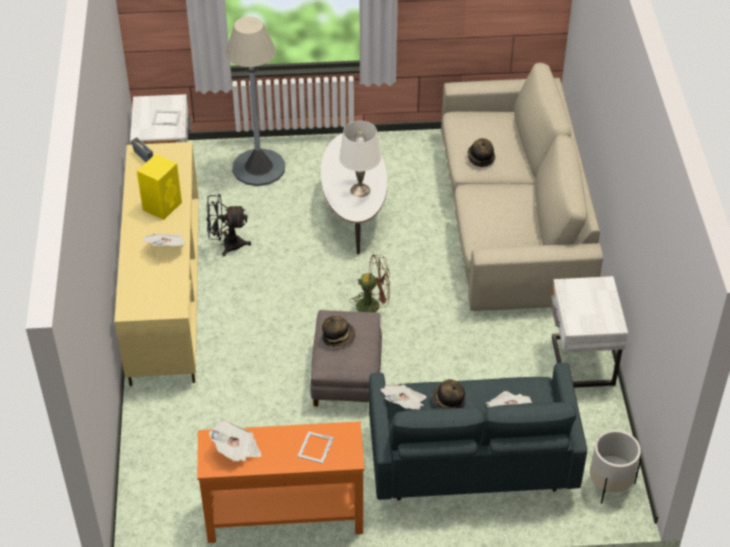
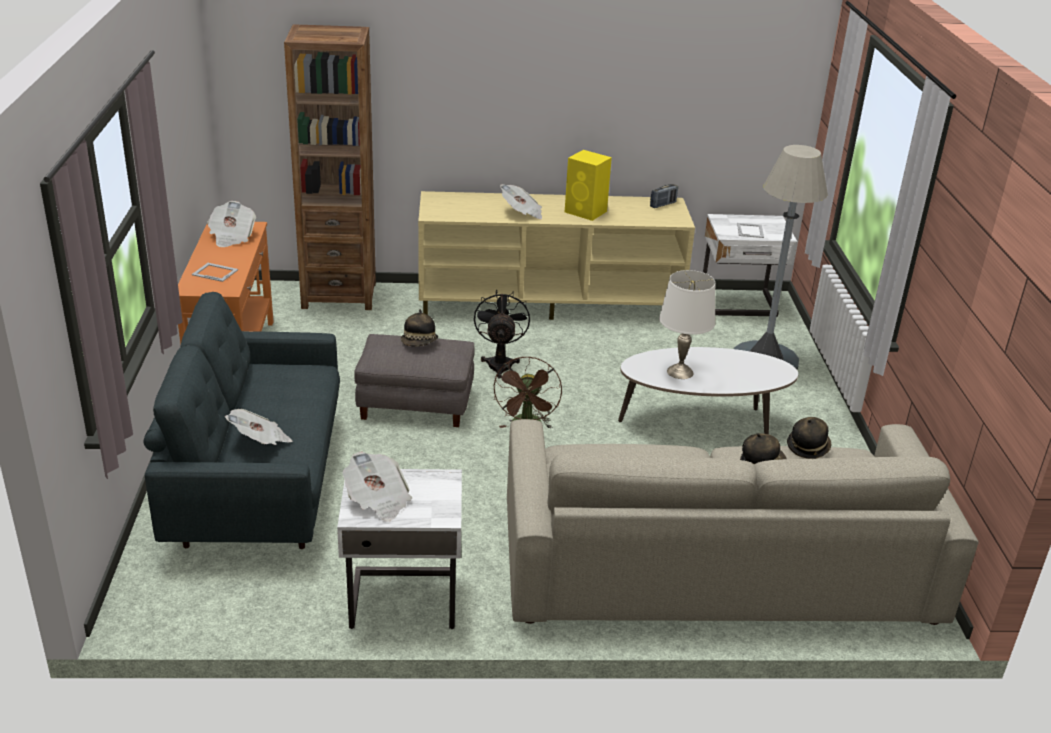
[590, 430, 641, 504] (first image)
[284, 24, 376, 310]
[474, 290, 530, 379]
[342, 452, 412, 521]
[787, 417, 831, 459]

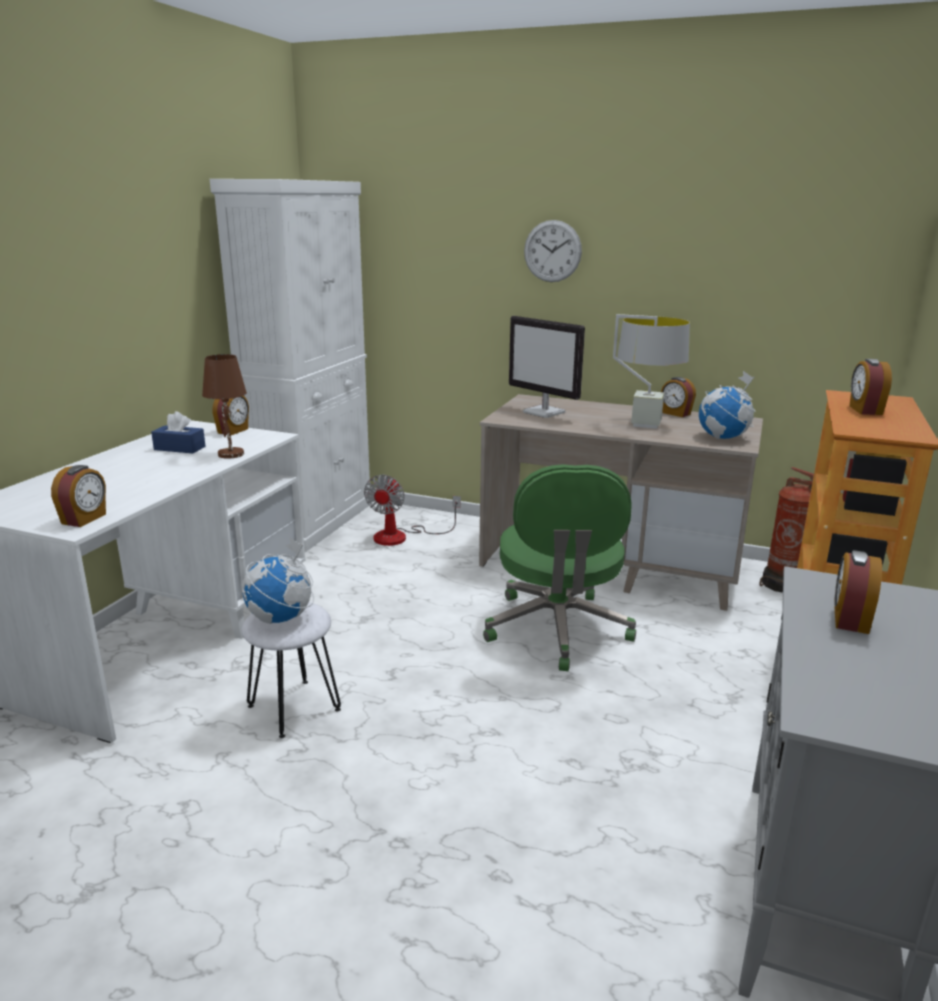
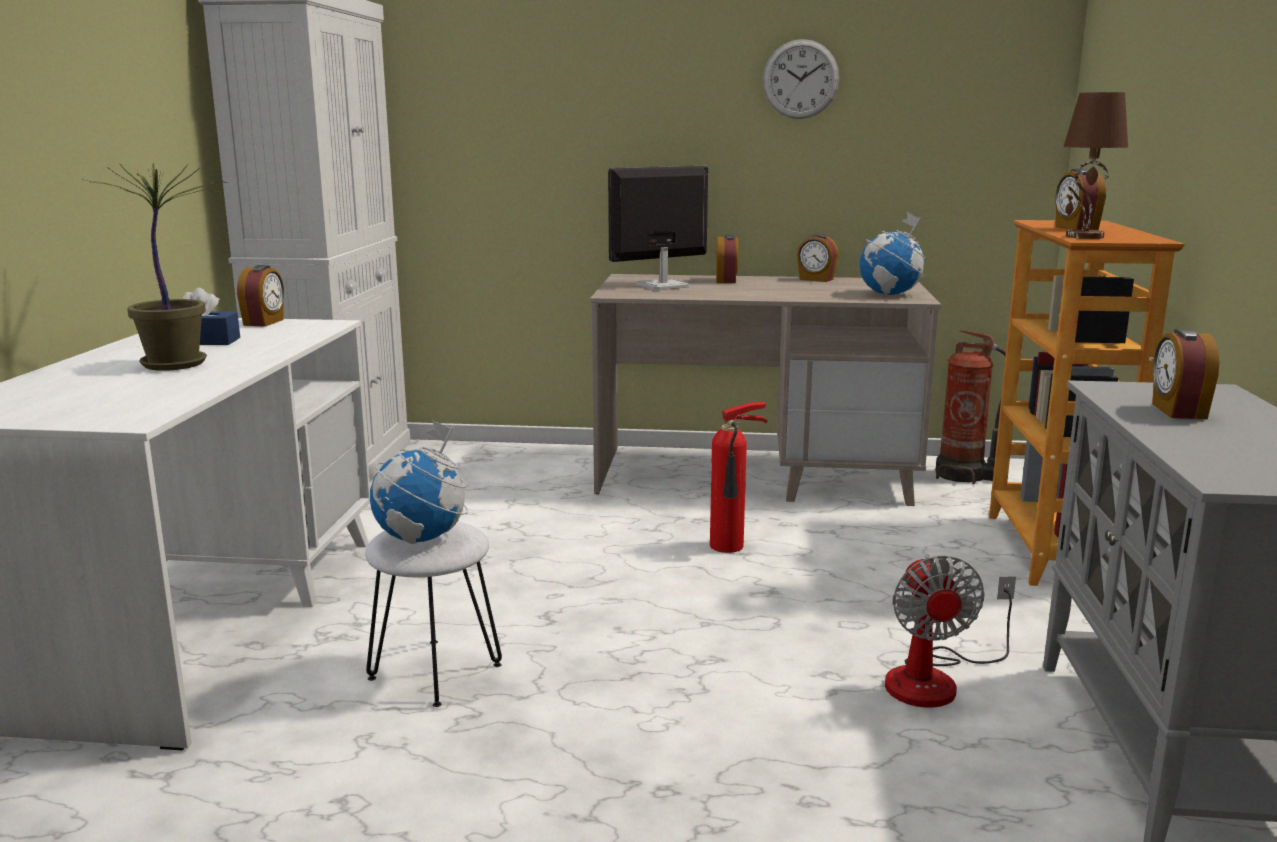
[613, 314, 690, 429] (first image)
[81, 163, 229, 371]
[716, 235, 739, 283]
[1064, 92, 1128, 239]
[885, 555, 1016, 708]
[763, 39, 839, 119]
[710, 402, 768, 553]
[608, 165, 708, 290]

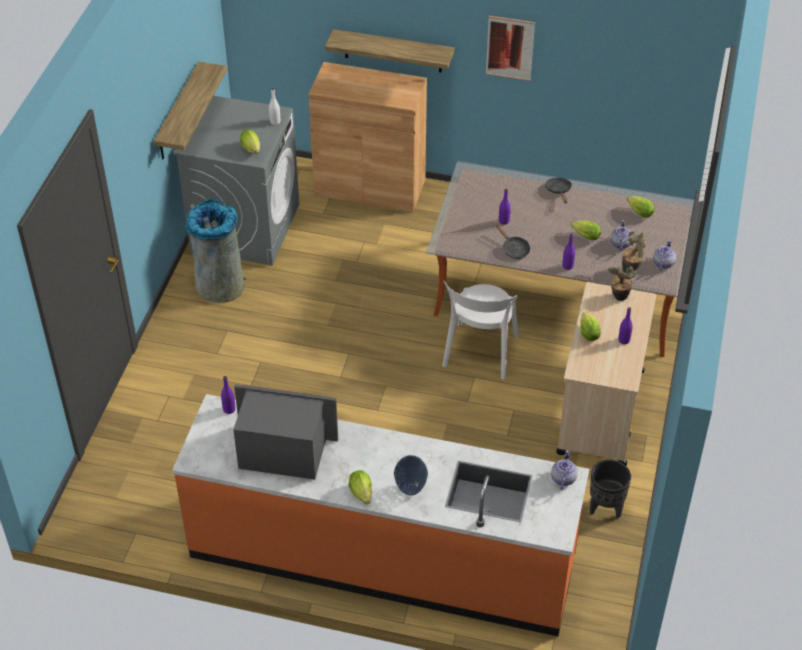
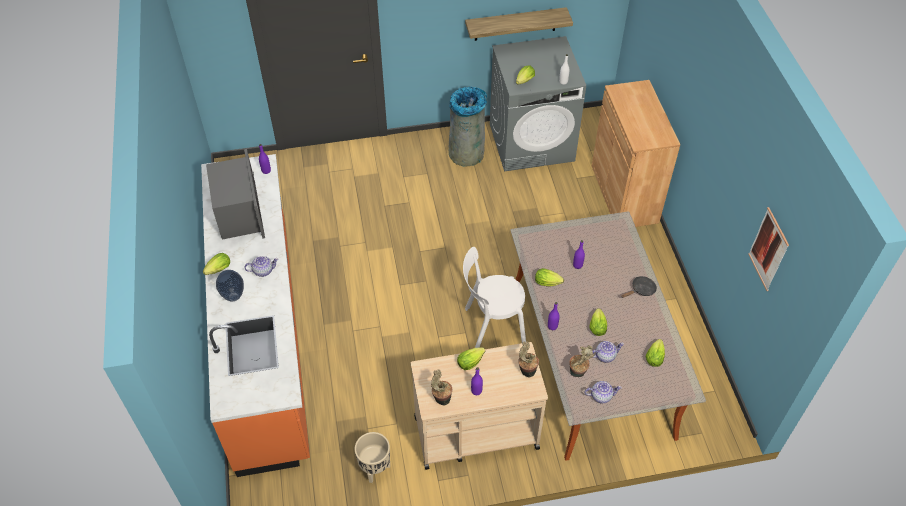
[325, 29, 454, 73] (first image)
[431, 369, 452, 406]
[749, 207, 789, 291]
[244, 256, 278, 277]
[535, 268, 564, 286]
[355, 432, 390, 483]

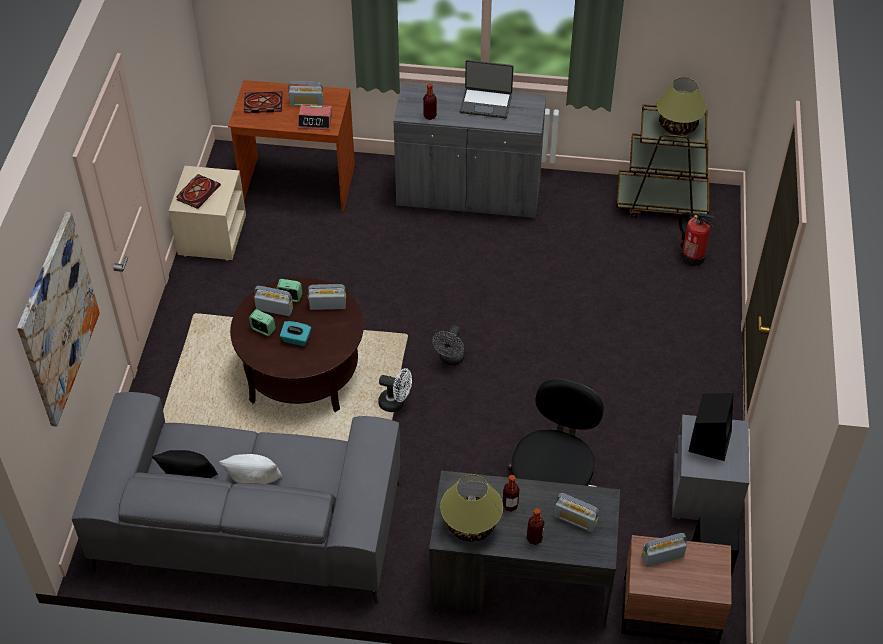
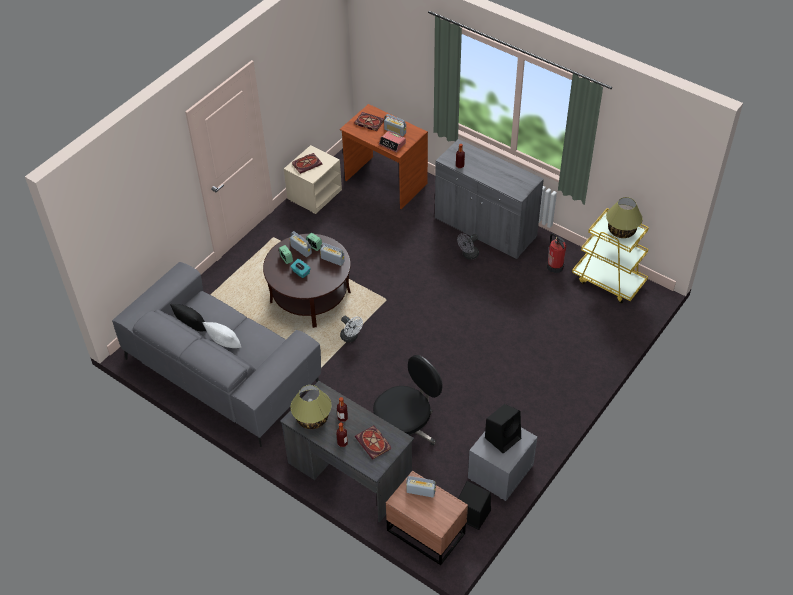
[17, 212, 100, 427] (first image)
[459, 60, 514, 118] (first image)
[457, 233, 479, 260]
[547, 233, 566, 273]
[355, 425, 391, 460]
[572, 208, 649, 304]

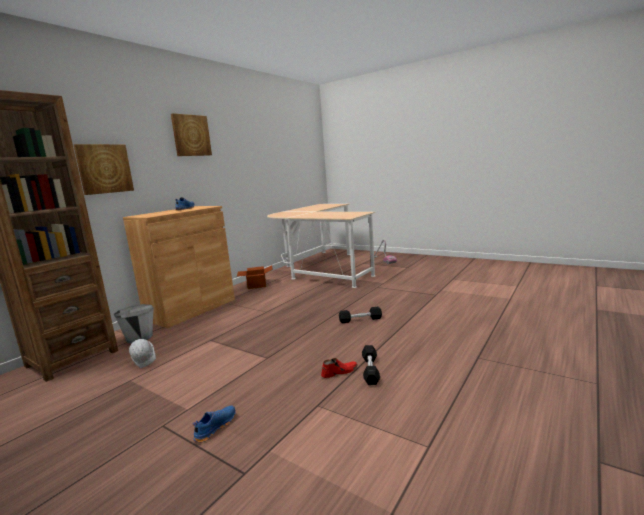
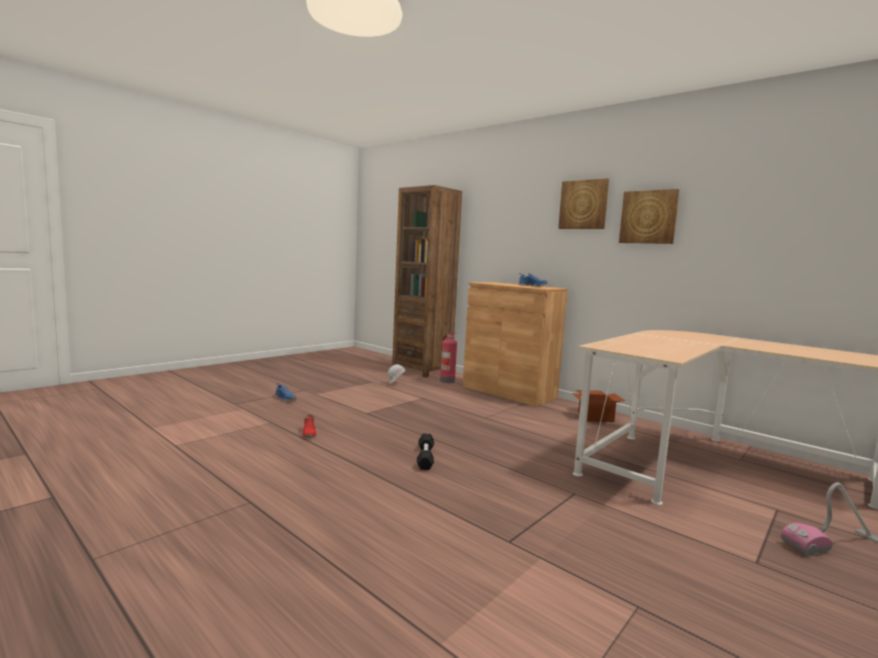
[362, 345, 380, 385] (first image)
[619, 189, 680, 244]
[440, 333, 457, 383]

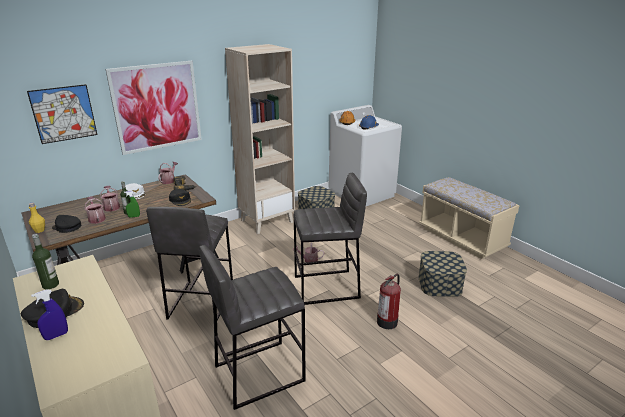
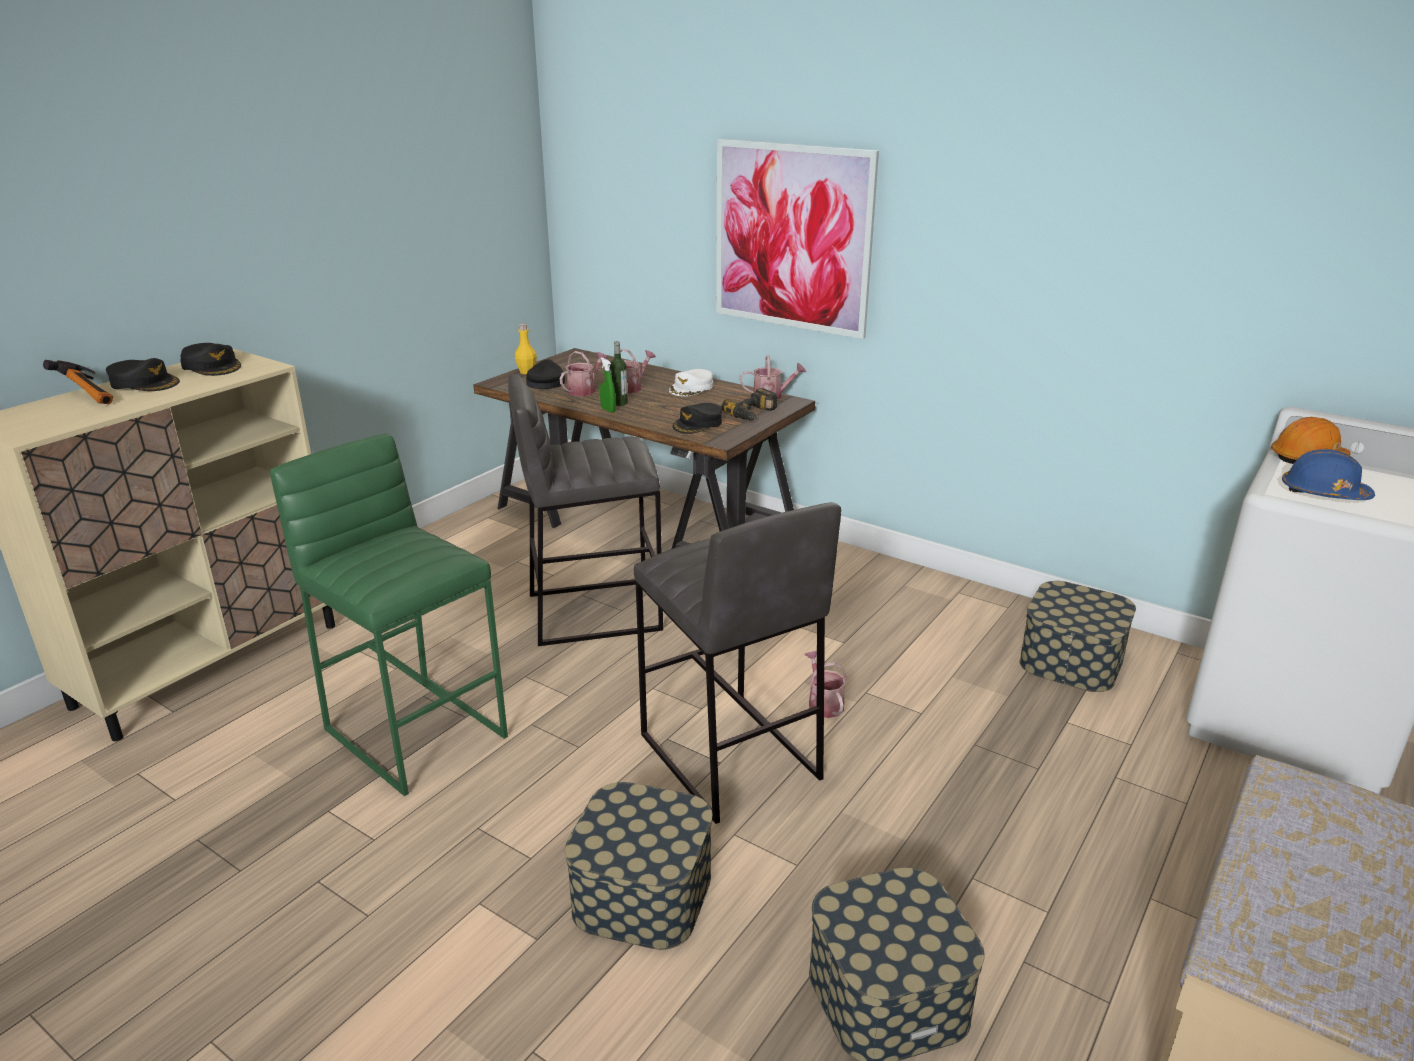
[27, 84, 98, 144] (first image)
[225, 44, 295, 234] (first image)
[43, 360, 113, 404]
[180, 343, 241, 376]
[565, 782, 712, 950]
[270, 434, 508, 796]

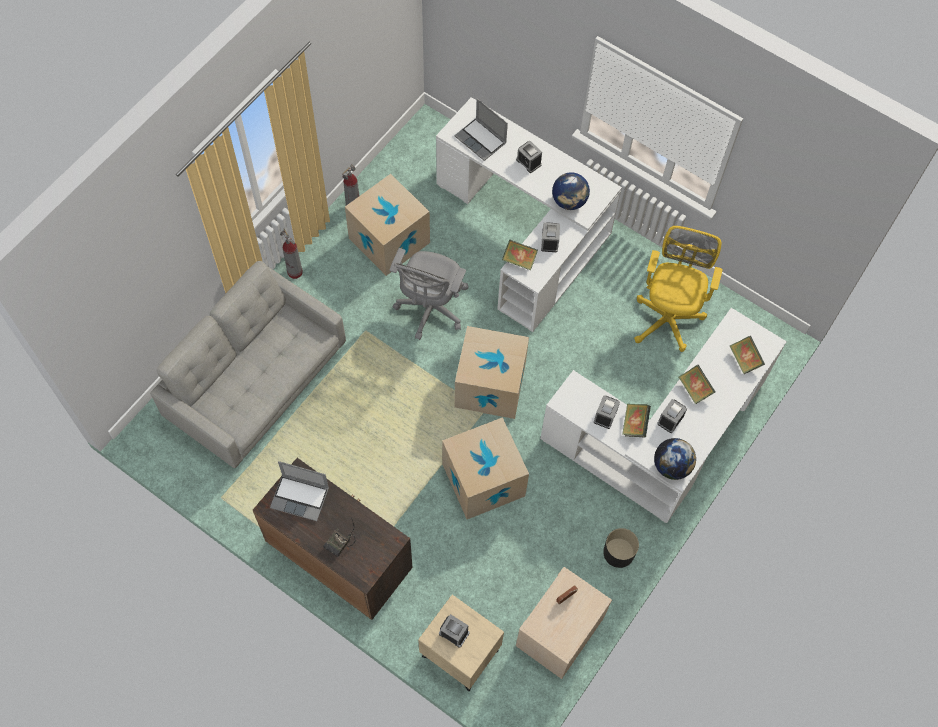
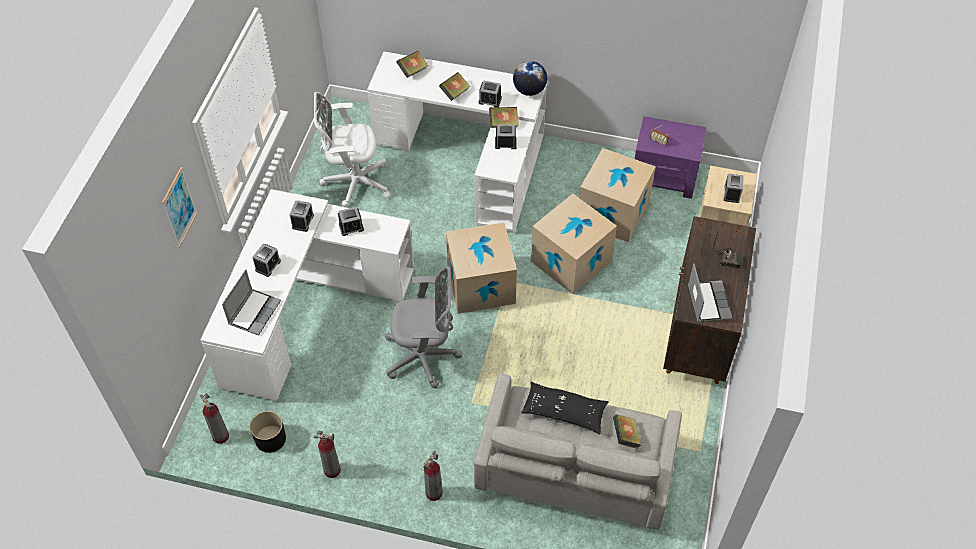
[162, 167, 197, 248]
[200, 393, 229, 444]
[521, 382, 609, 434]
[579, 148, 656, 242]
[613, 414, 641, 449]
[250, 411, 286, 453]
[290, 201, 314, 232]
[635, 116, 707, 199]
[314, 92, 391, 208]

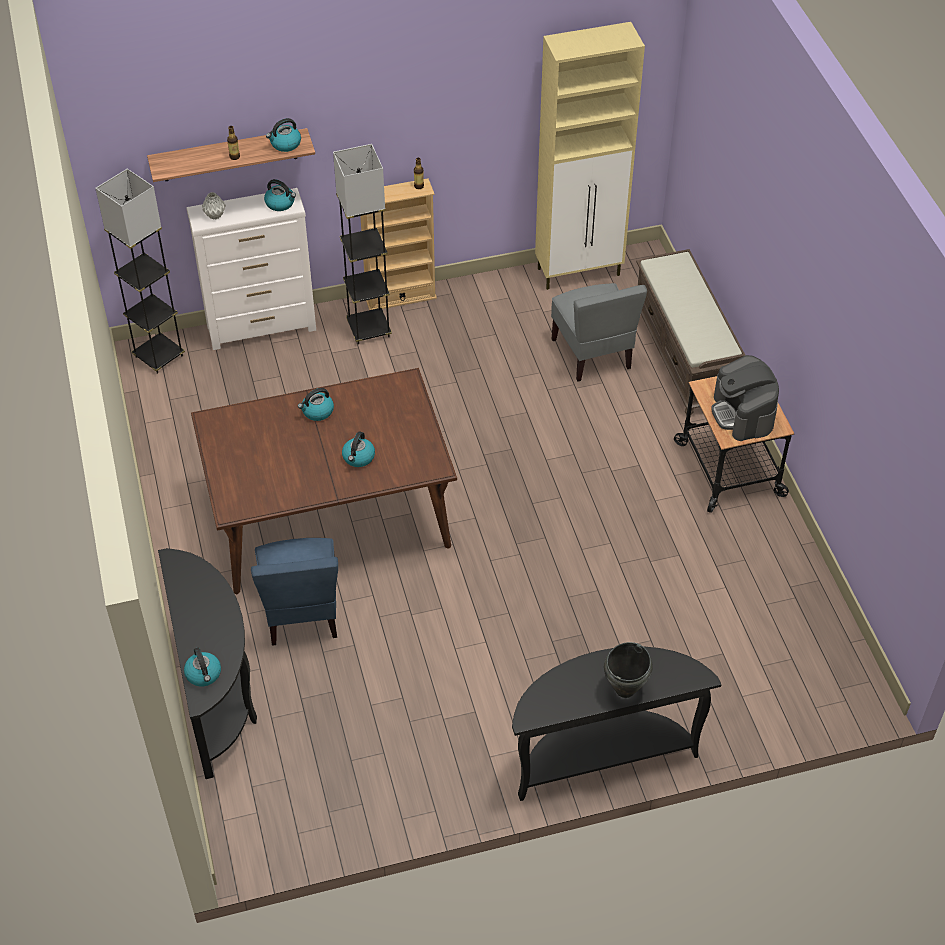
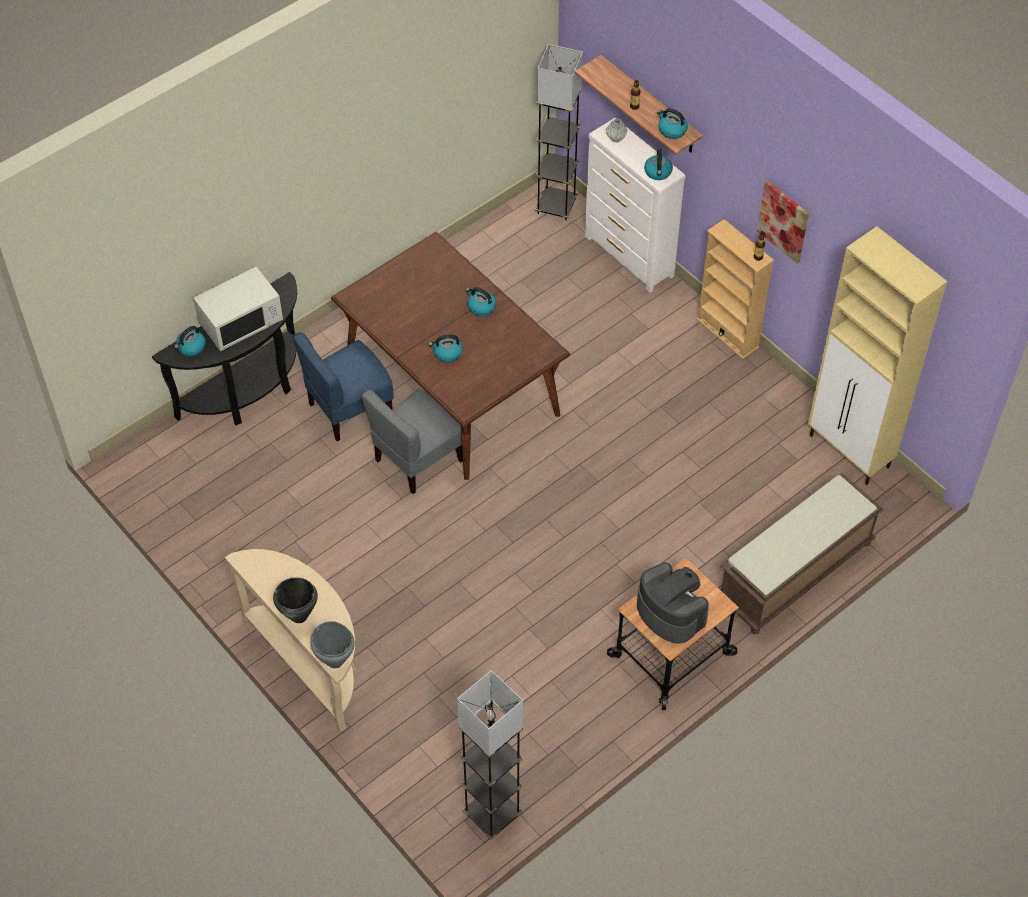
[193, 267, 283, 351]
[310, 621, 355, 668]
[757, 180, 809, 263]
[457, 670, 523, 839]
[361, 389, 463, 494]
[225, 549, 356, 732]
[637, 562, 709, 644]

